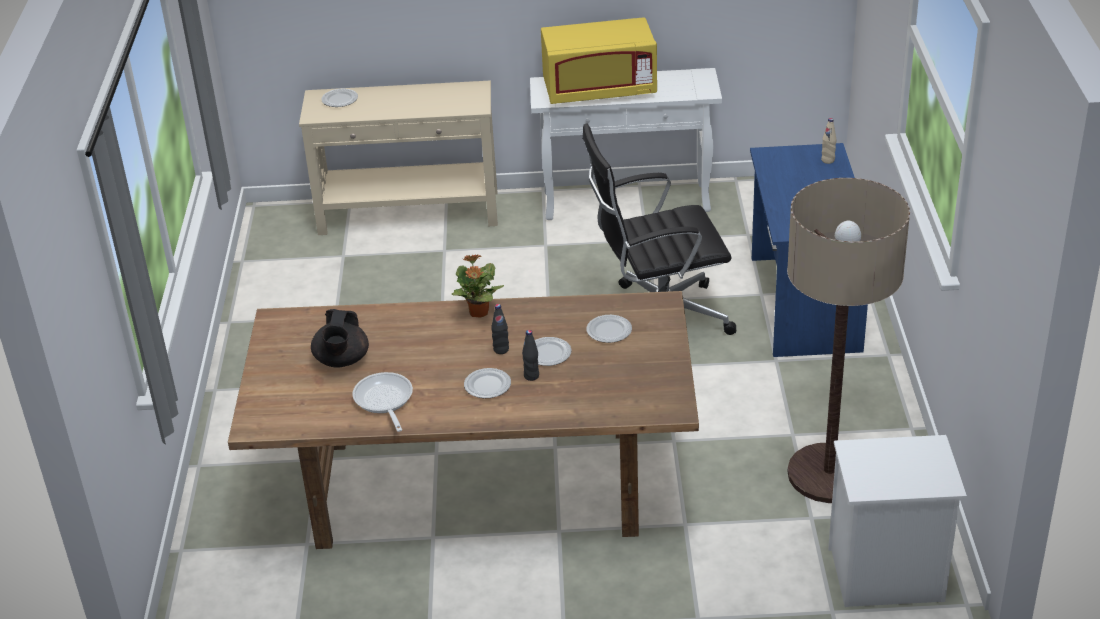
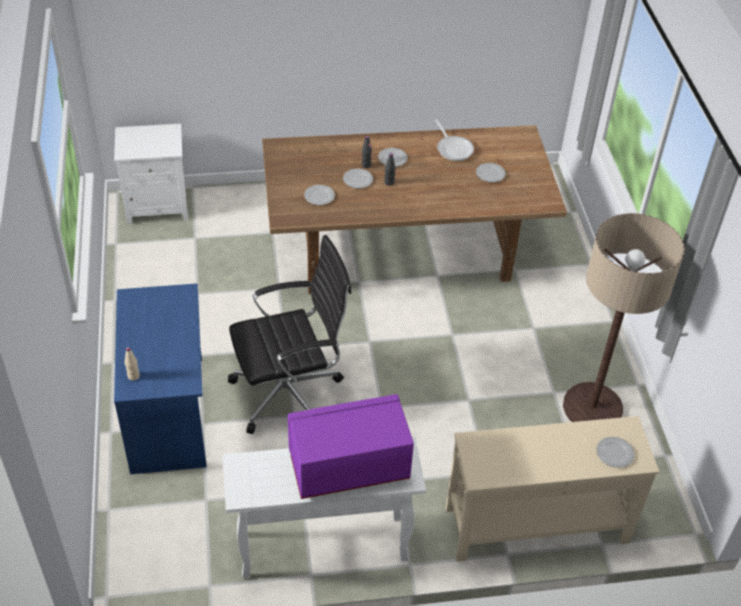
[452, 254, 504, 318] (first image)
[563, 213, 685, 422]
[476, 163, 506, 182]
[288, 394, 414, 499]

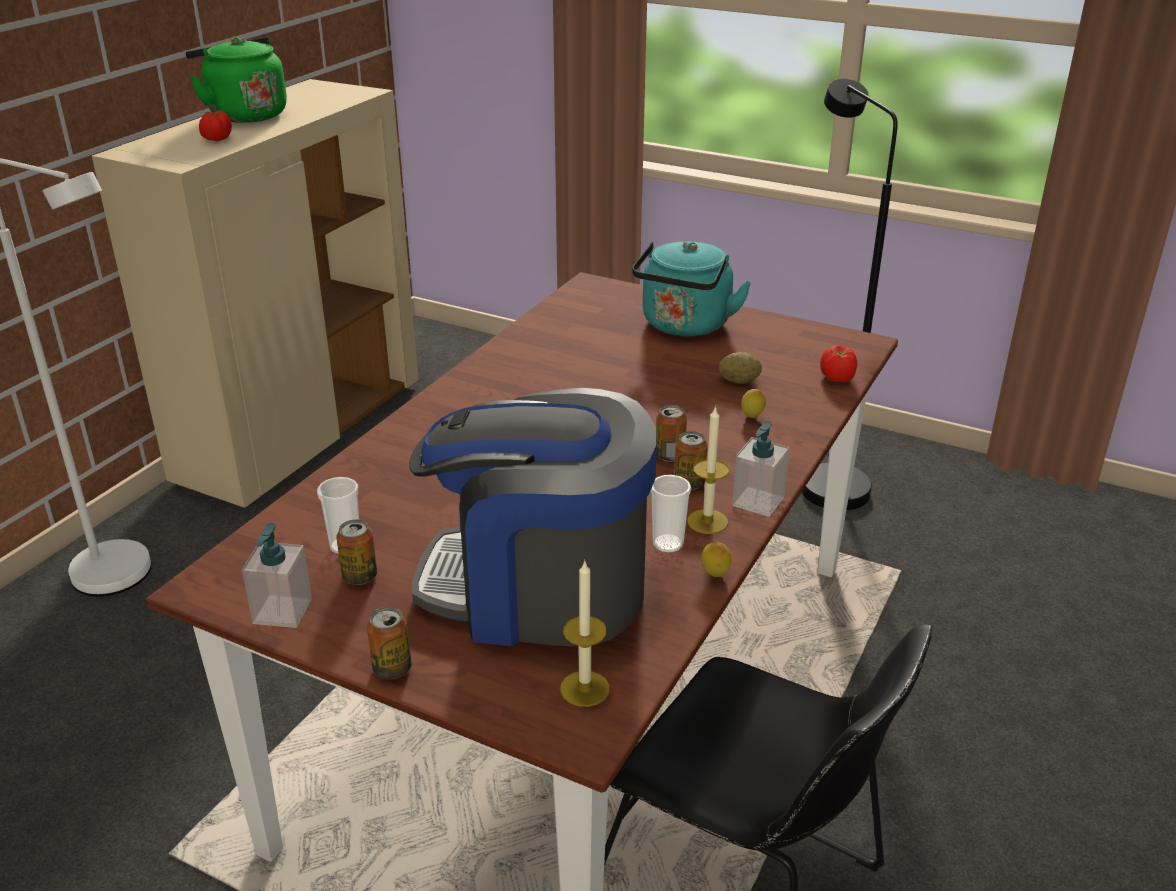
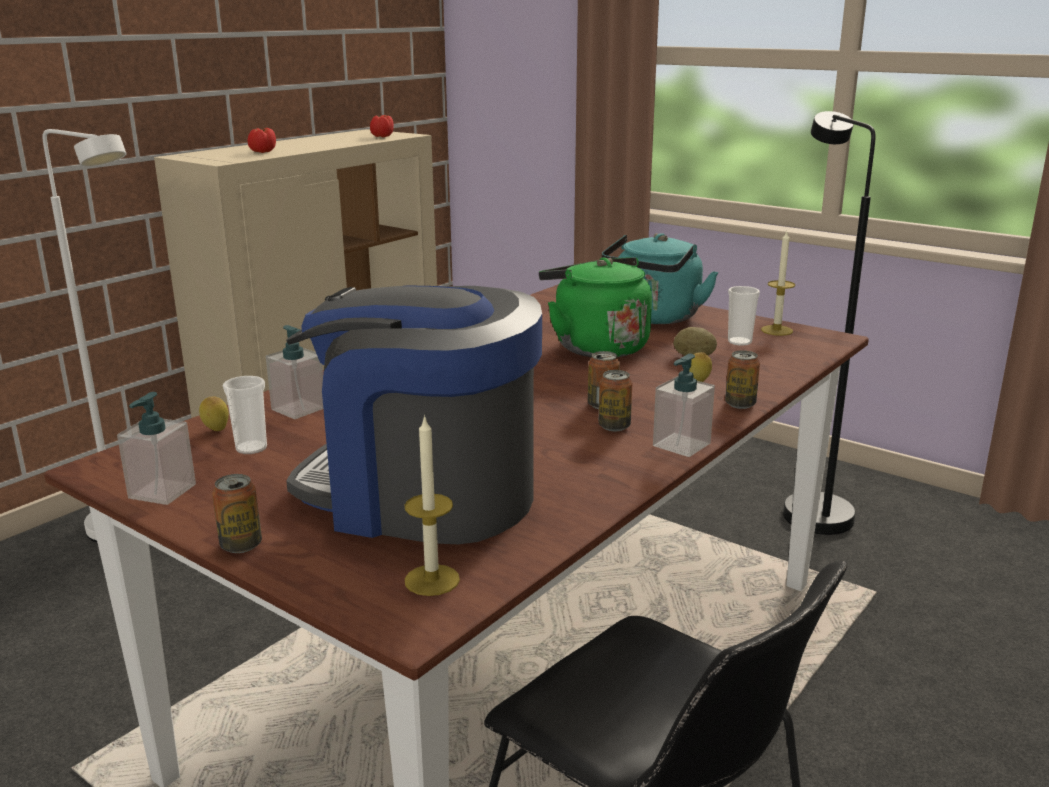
[266, 325, 323, 419]
[539, 257, 652, 357]
[725, 350, 760, 409]
[728, 286, 760, 346]
[761, 231, 795, 336]
[199, 397, 229, 431]
[370, 115, 394, 137]

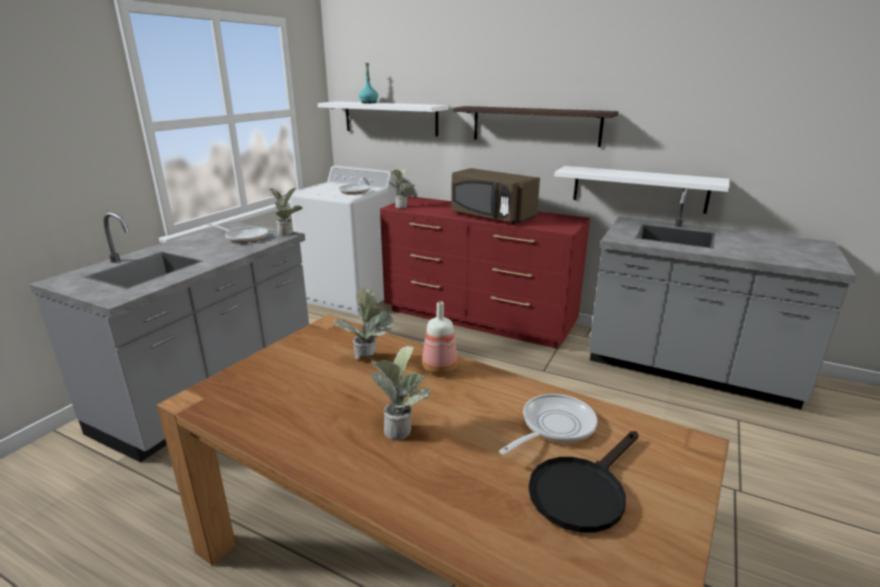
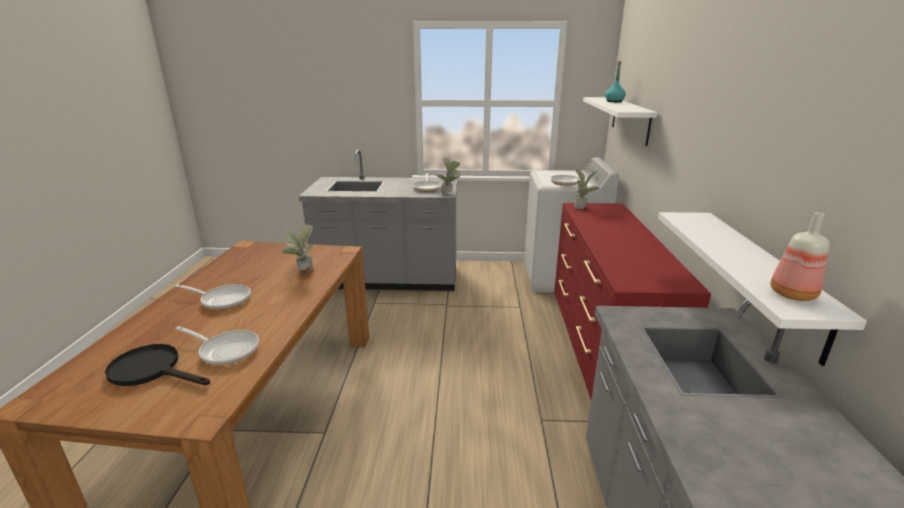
[451, 168, 540, 224] (first image)
[453, 106, 619, 147] (first image)
[770, 212, 830, 301]
[175, 284, 251, 310]

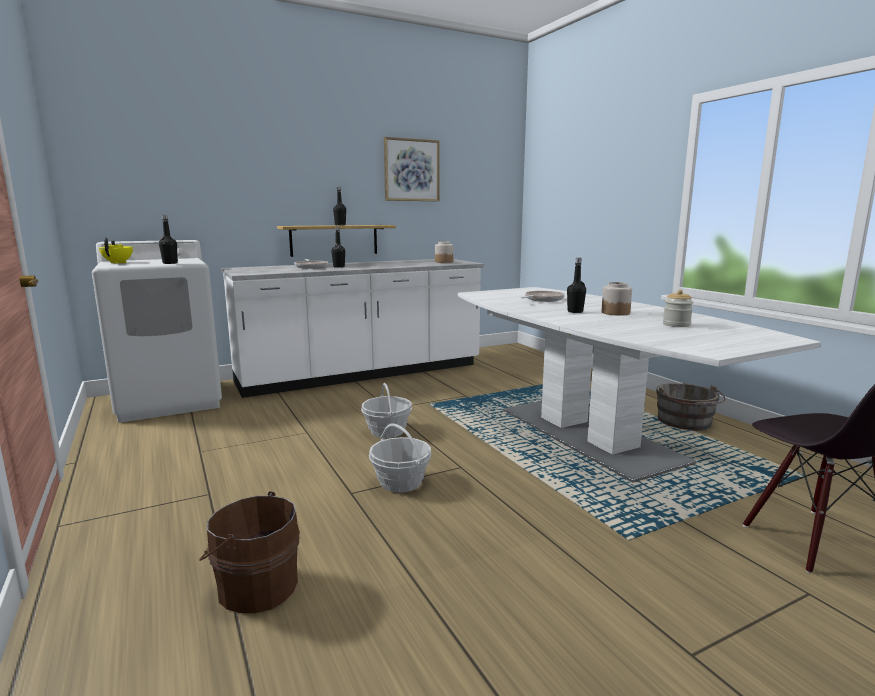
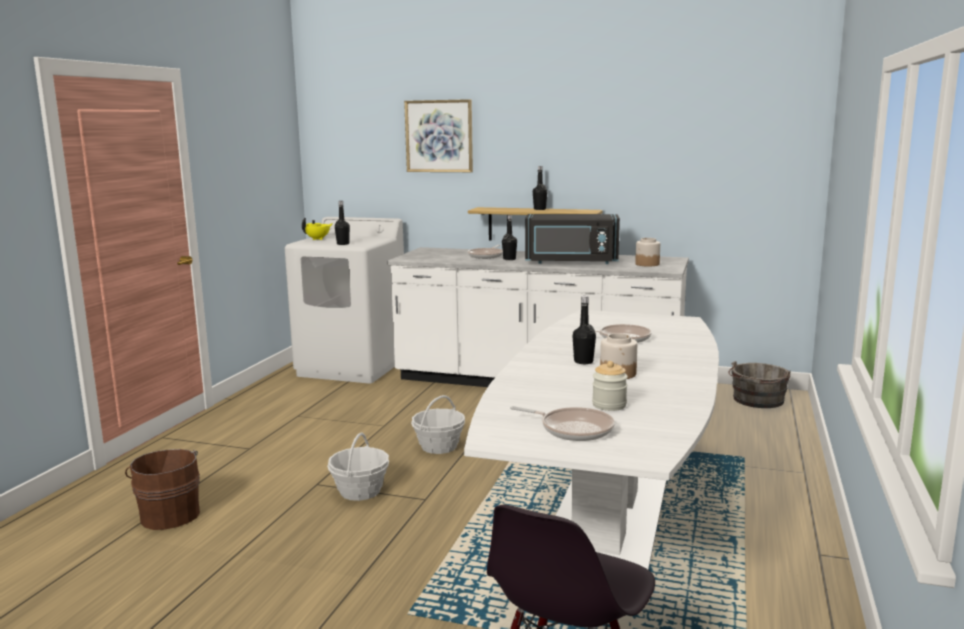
[510, 406, 615, 441]
[525, 214, 620, 264]
[404, 99, 473, 172]
[728, 361, 791, 408]

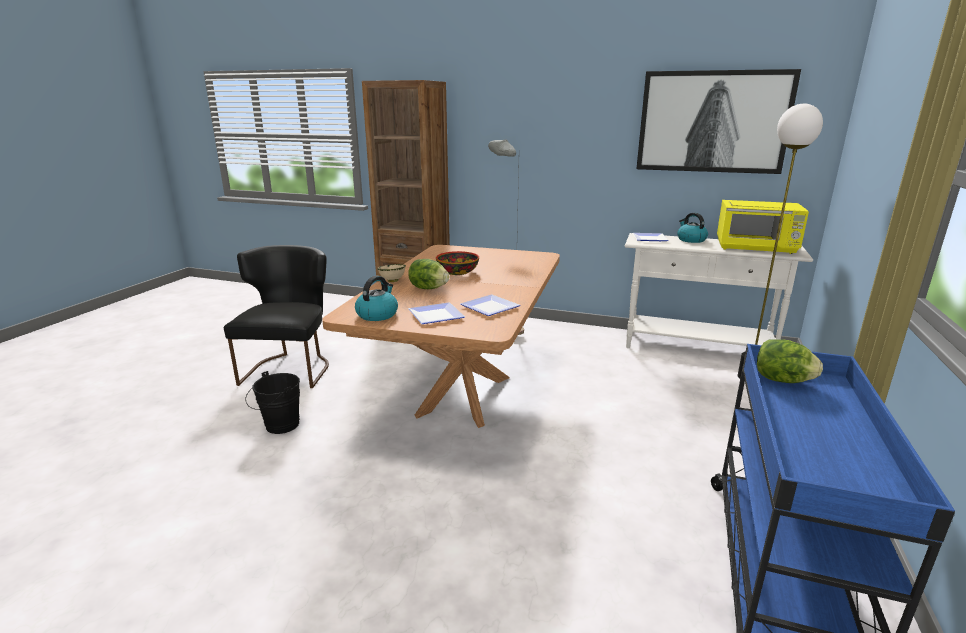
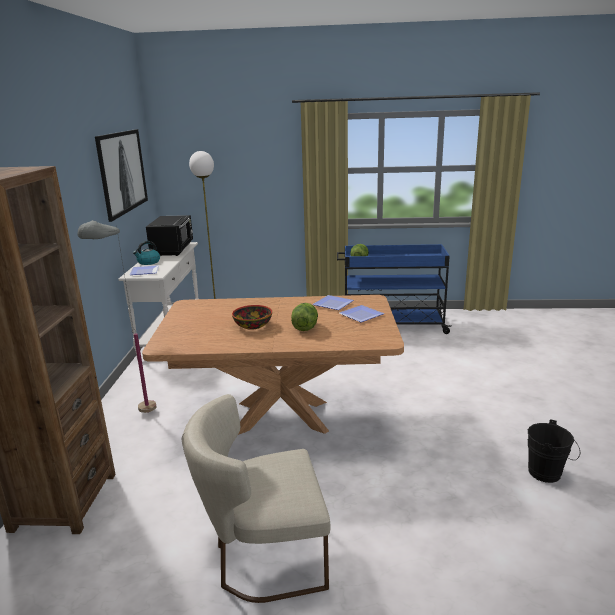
[355, 276, 398, 321] (first image)
[377, 264, 406, 282] (first image)
[528, 419, 580, 483]
[182, 394, 330, 603]
[146, 215, 193, 256]

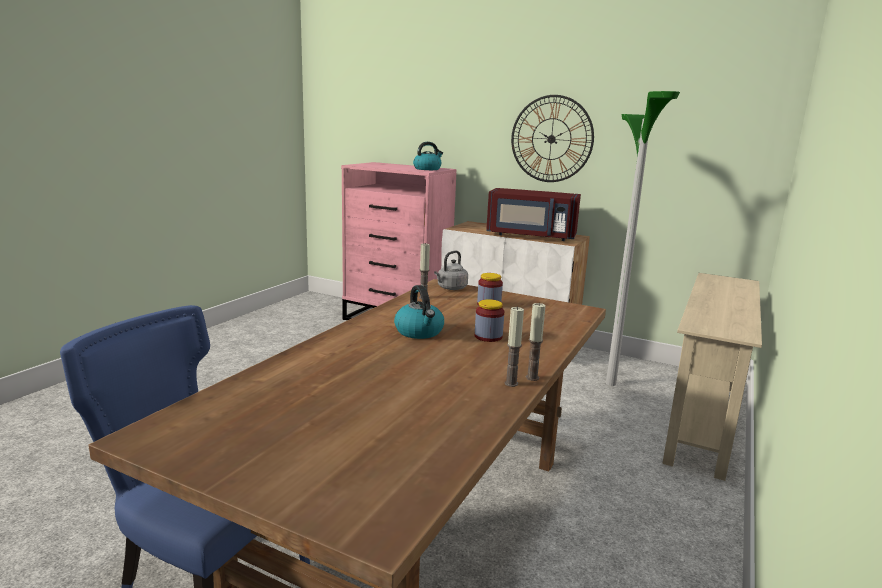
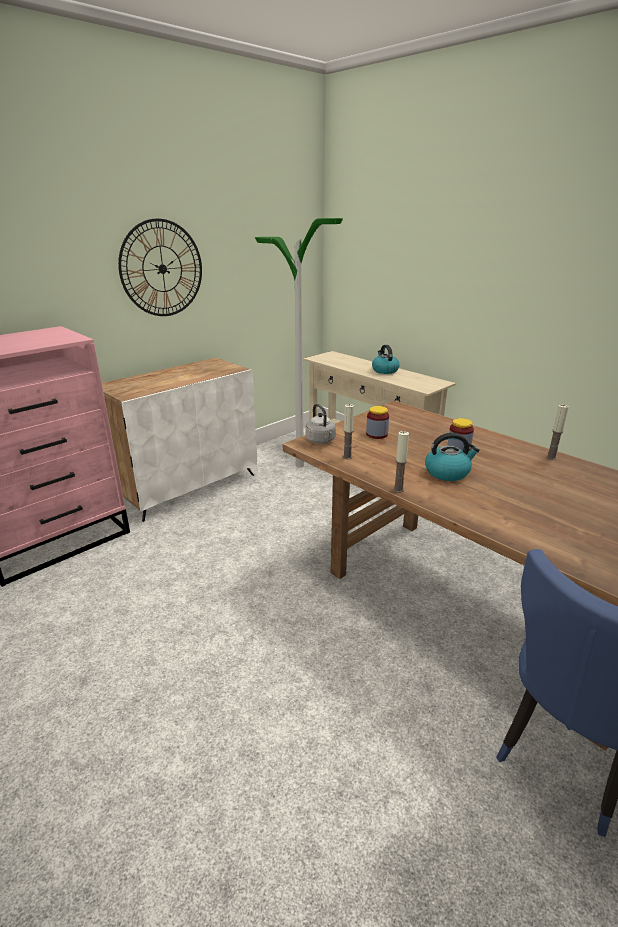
[486, 188, 581, 241] (first image)
[372, 345, 400, 374]
[393, 431, 409, 493]

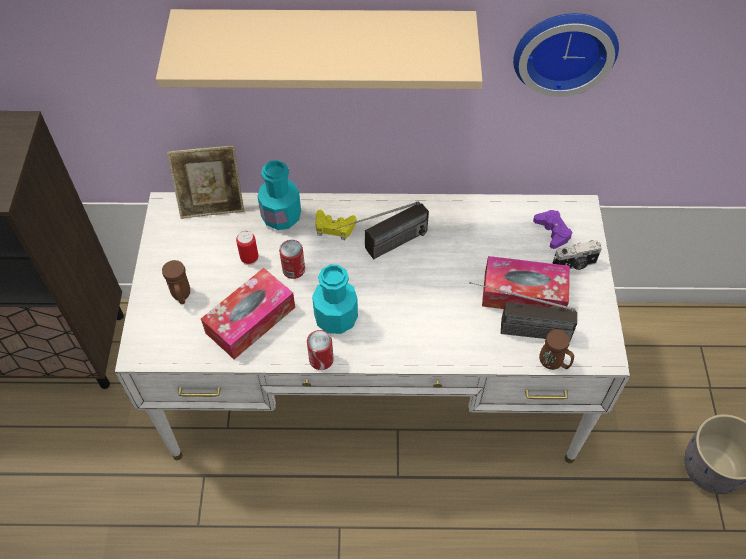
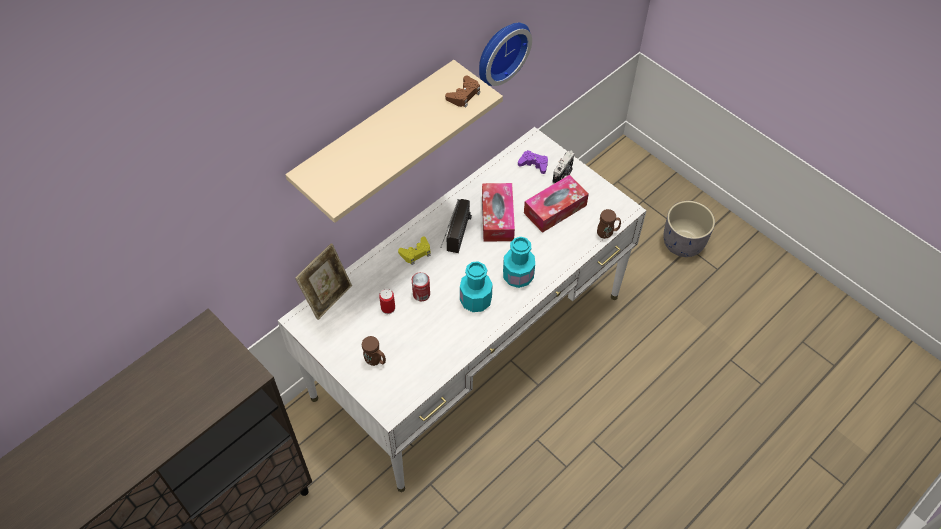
[307, 330, 334, 370] (first image)
[470, 282, 577, 341] (first image)
[445, 76, 480, 108]
[482, 183, 515, 242]
[503, 237, 535, 288]

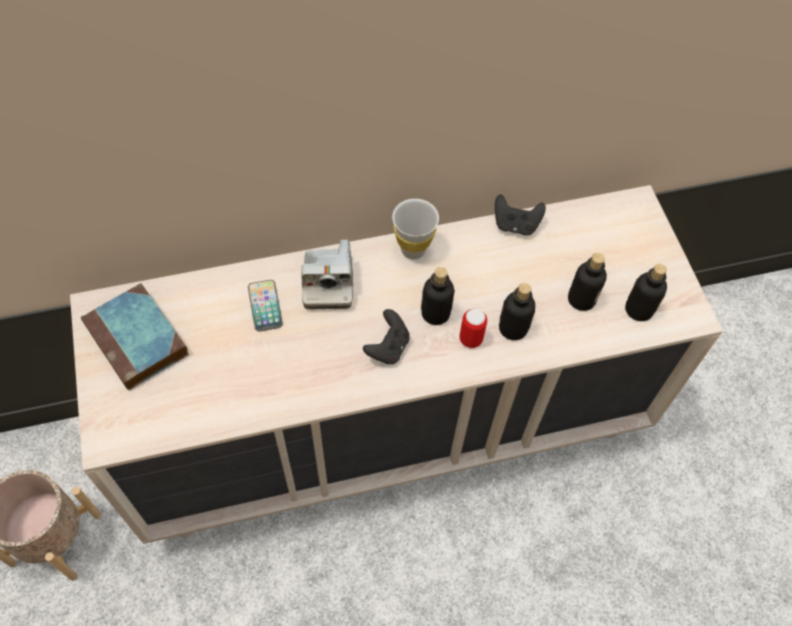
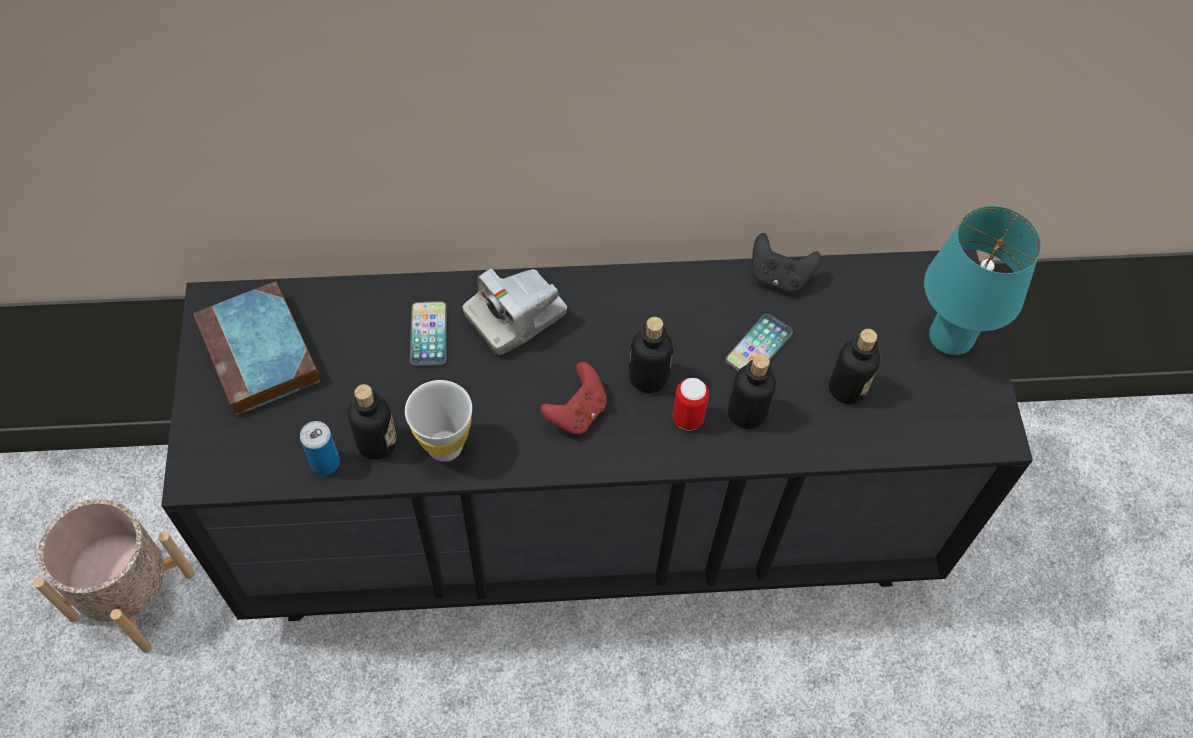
[300, 421, 340, 475]
[725, 314, 793, 371]
[924, 206, 1041, 355]
[405, 380, 472, 462]
[348, 384, 397, 459]
[161, 249, 1033, 621]
[540, 362, 607, 435]
[463, 269, 567, 355]

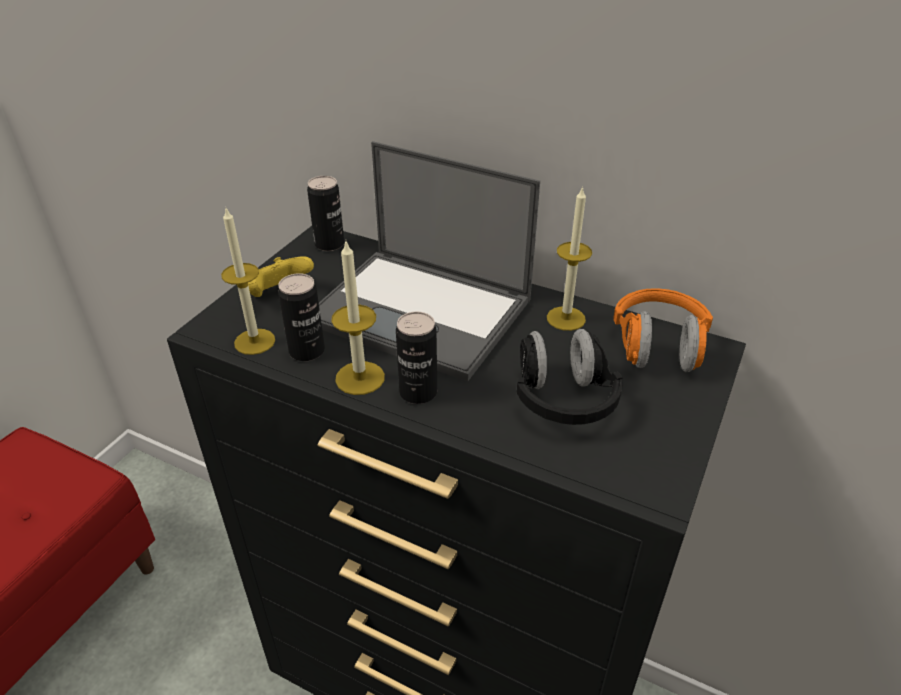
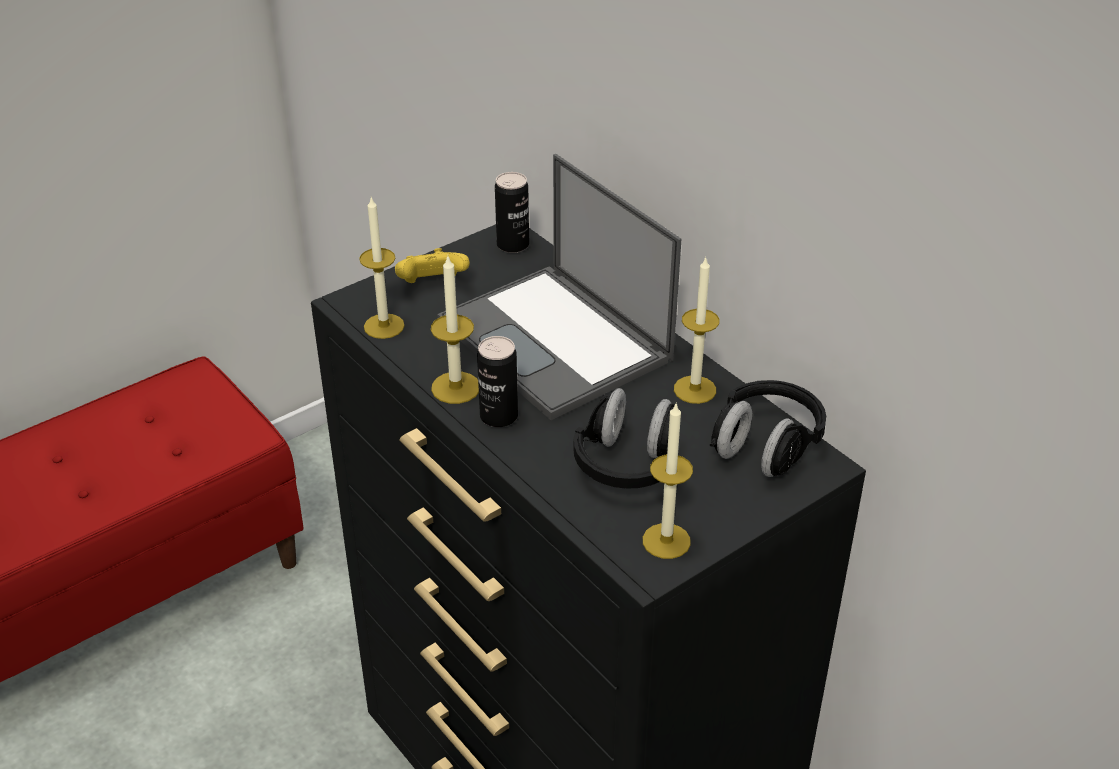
[278, 273, 325, 361] (first image)
[643, 402, 693, 559]
[710, 380, 826, 477]

